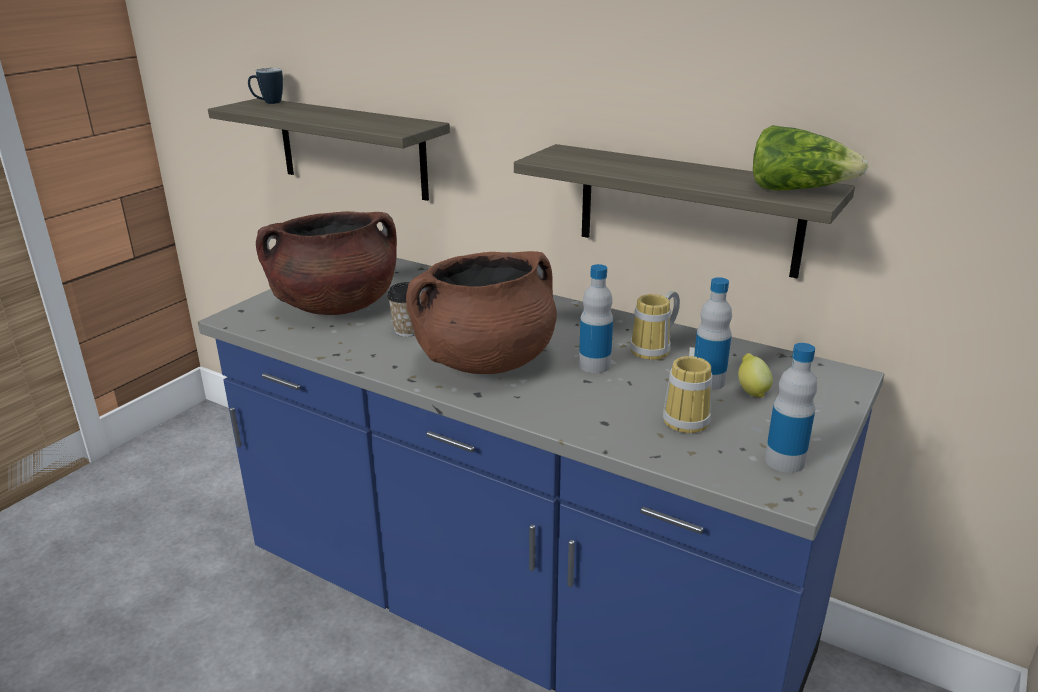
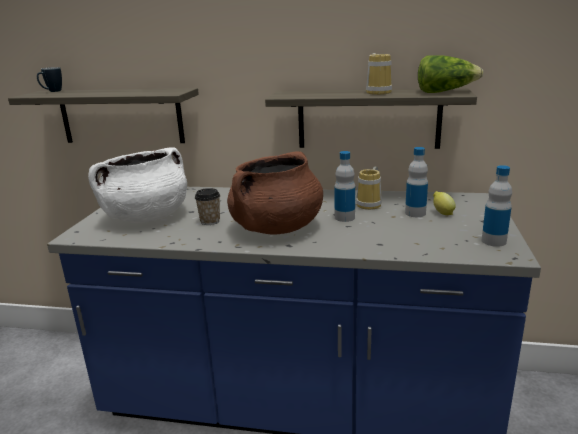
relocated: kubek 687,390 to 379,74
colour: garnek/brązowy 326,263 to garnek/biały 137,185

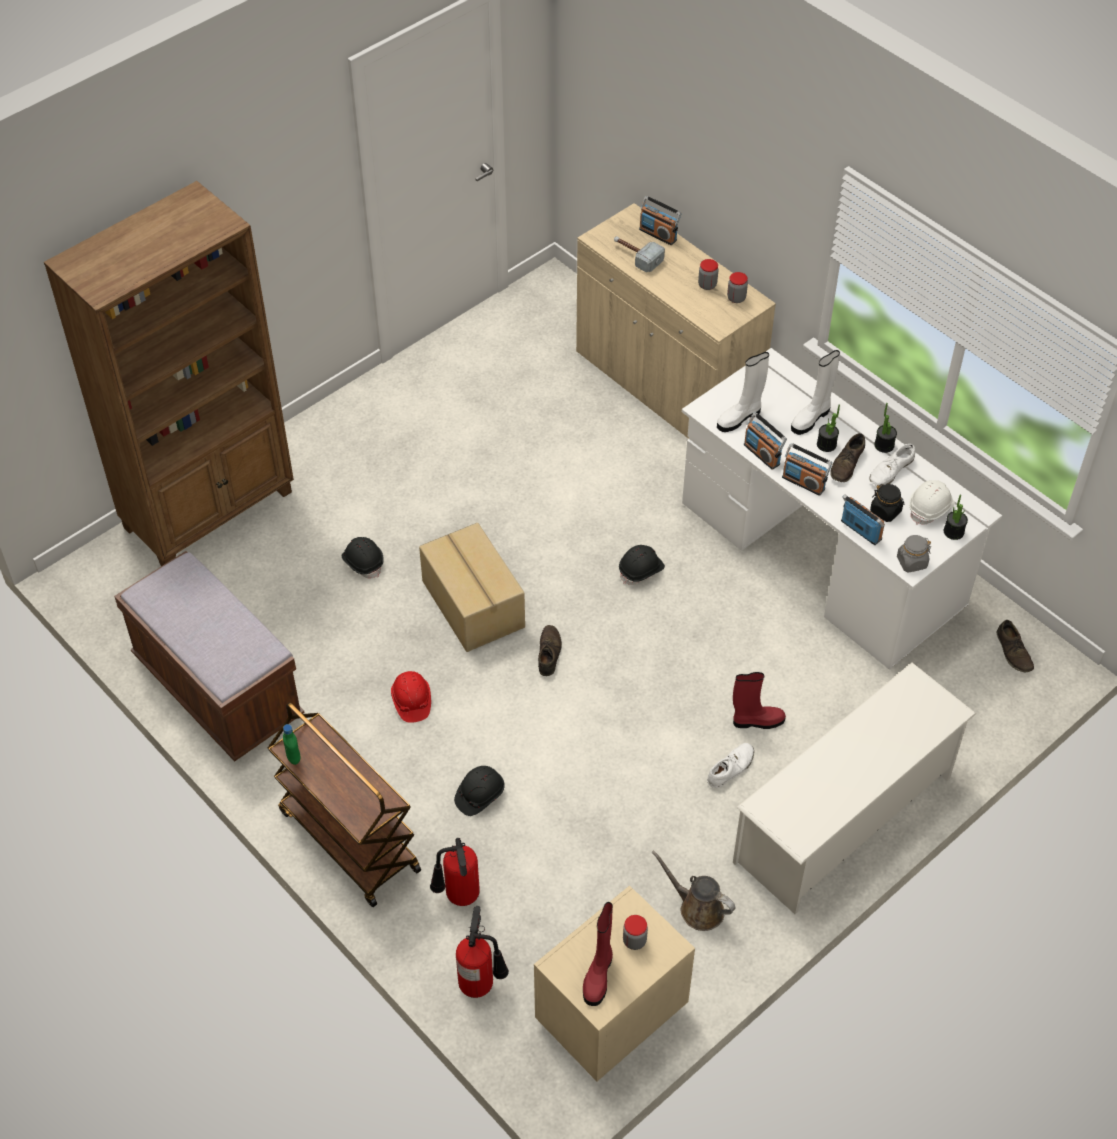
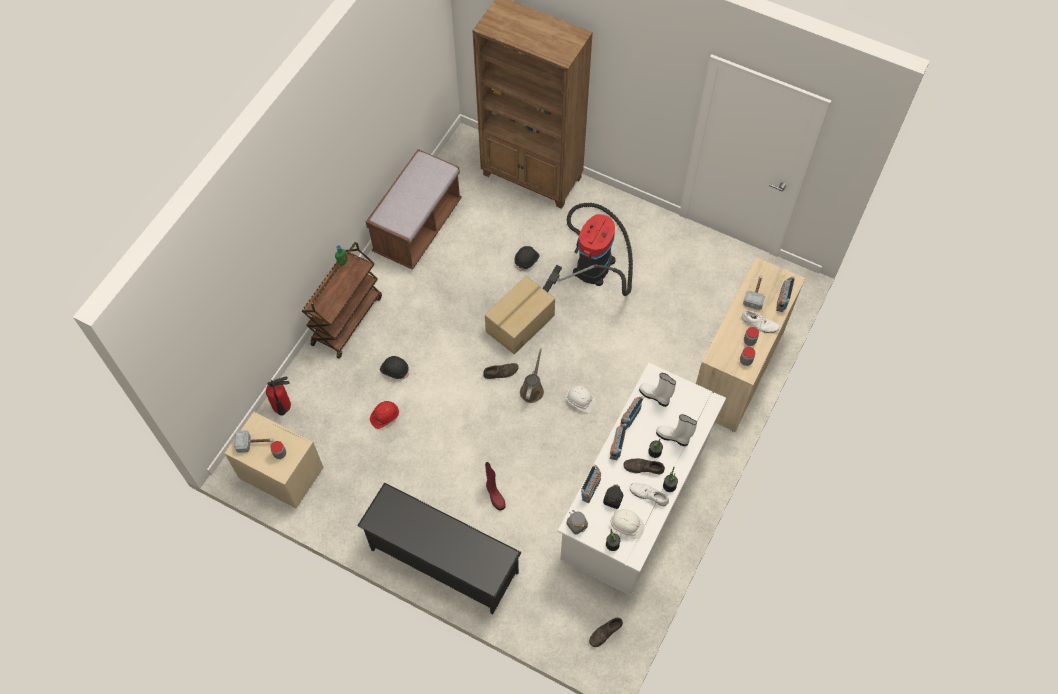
missing: gaśnica 455,872
appeared: odkurzacz 588,249
relocated: kask/czerwony 411,697 to 384,415; konewka/brązowy 693,890 to 532,376; but/biały 730,765 to 760,321
exchanged: but z cholewką/czerwony 598,954 to młotek 254,441
colour: regał na buty/biały 854,788 to regał na buty/czarny 439,548; kask/czarny 642,565 to kask/biały 581,399

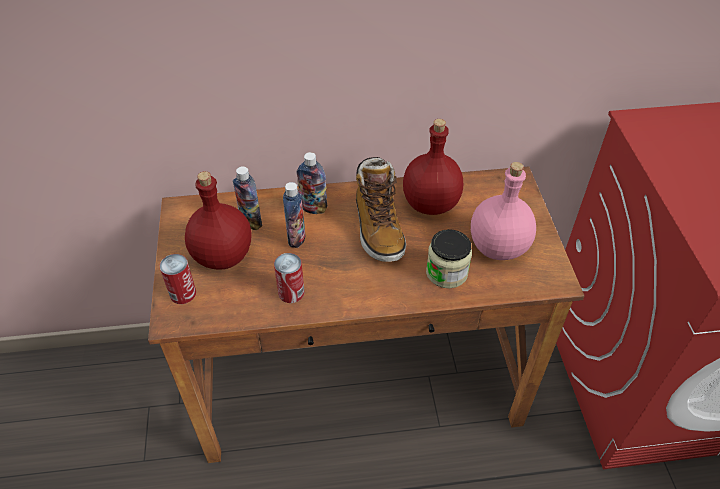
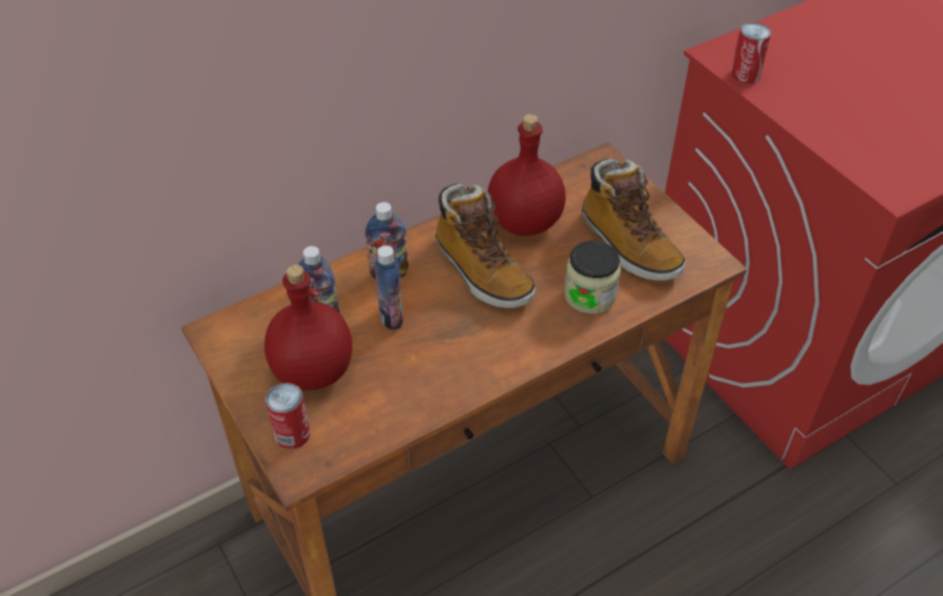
relocated: puszka 289,278 to 751,53
exchanged: butelka/różowy 503,211 to but z cholewką 634,220

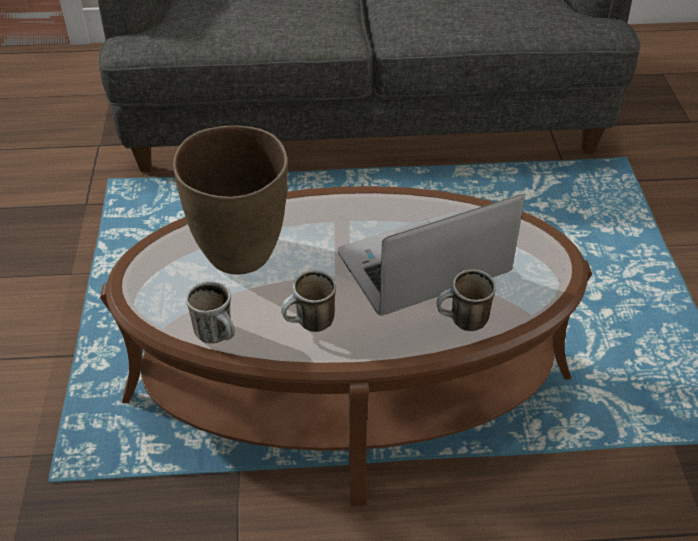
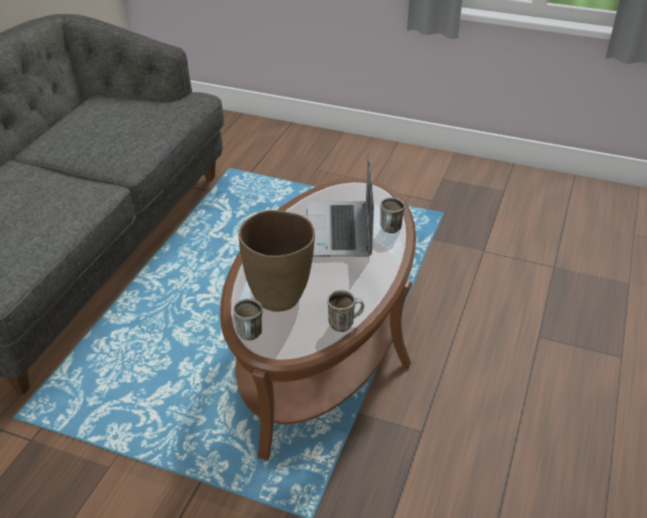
relocated: kubek 308,301 to 248,319

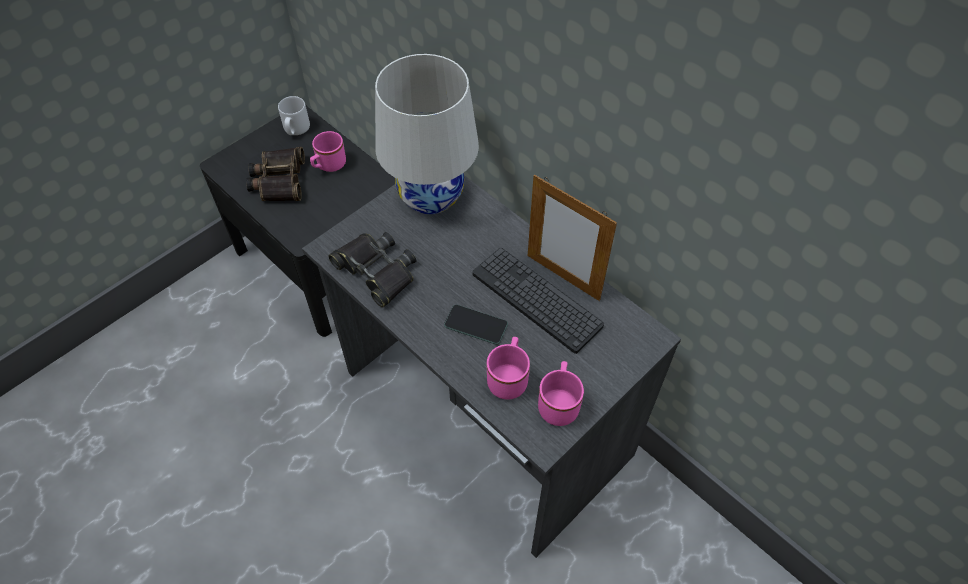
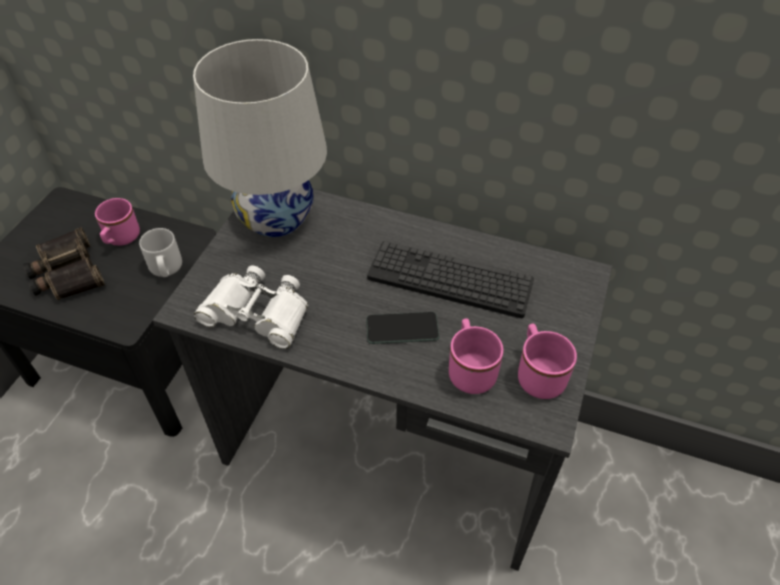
missing: ramka na zdjęcie 572,237
relocated: kubek/szary 294,115 to 160,252
colour: lornetka/czarny 372,269 to lornetka/biały 251,307

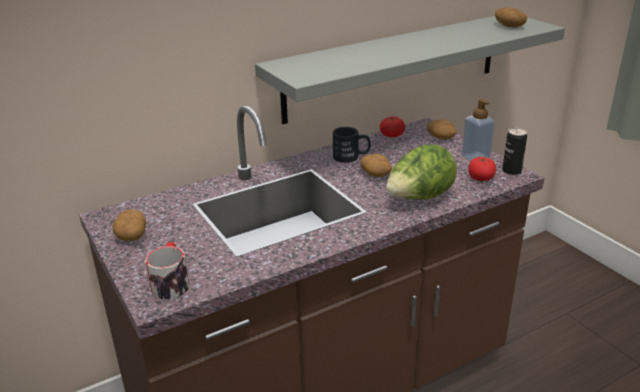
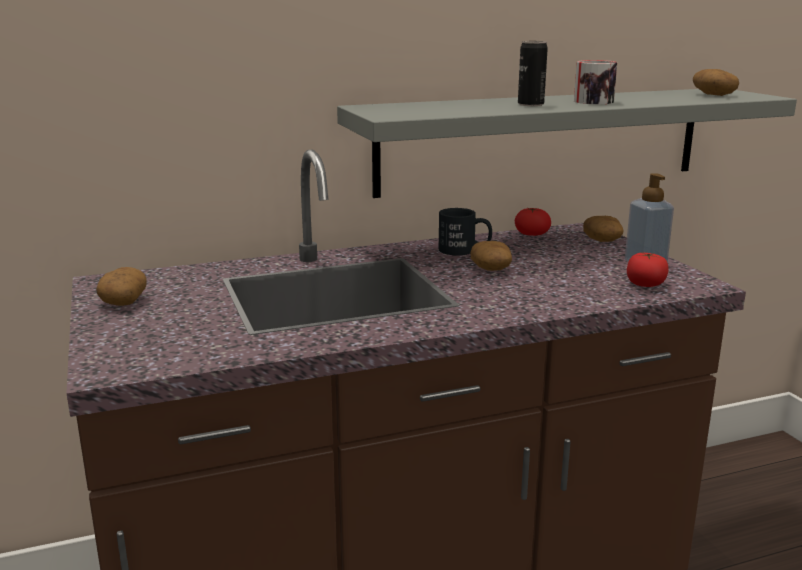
missing: sałata 421,172
relocated: puszka 514,151 to 533,73; kubek 167,271 to 595,82

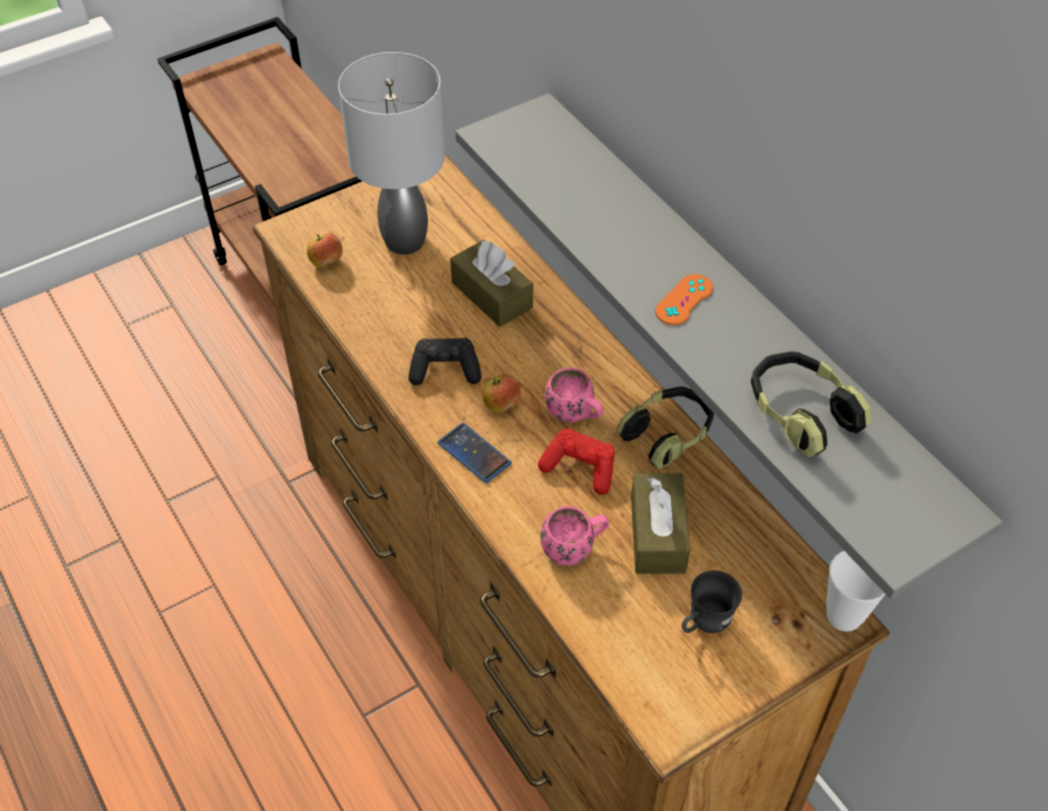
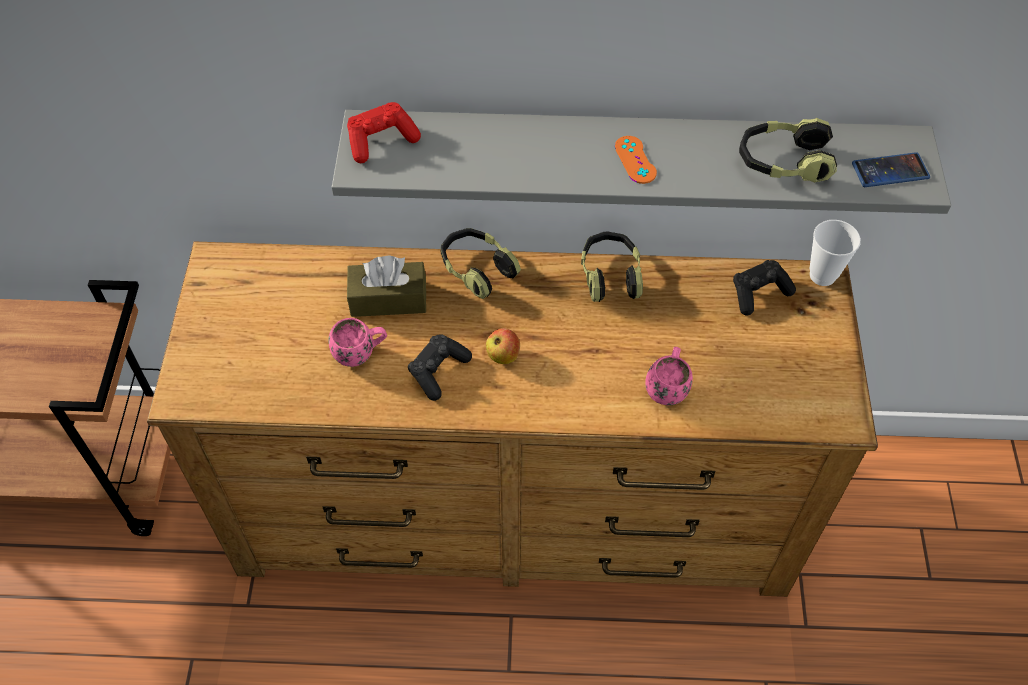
missing: jabłko 325,250; lampa stołowa/szary 391,153; pudełko chusteczek/brązowy 660,523; kubek/szary 712,601
appeared: słuchawki 480,263; pad do gier/czarny 764,287
relocated: kubek/różowy 574,395 to 358,342; pad do gier/czerwony 576,462 to 384,132; telefon 475,453 to 891,169

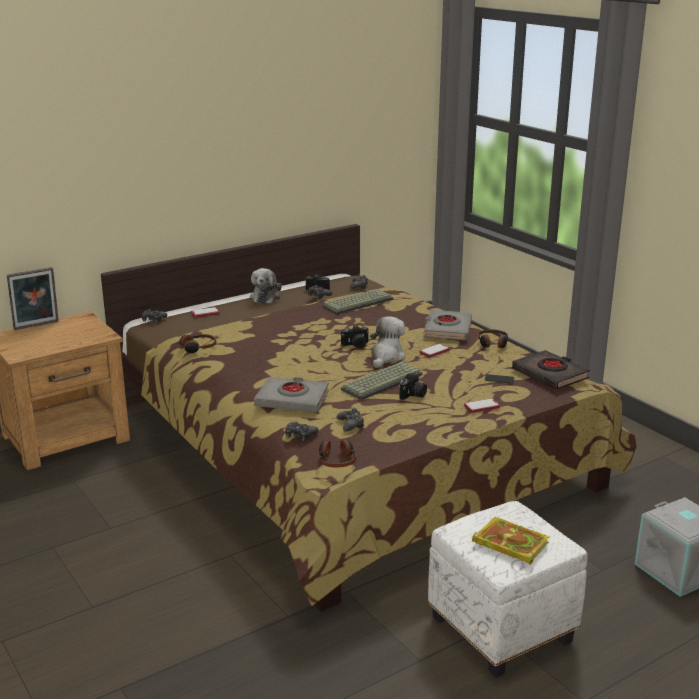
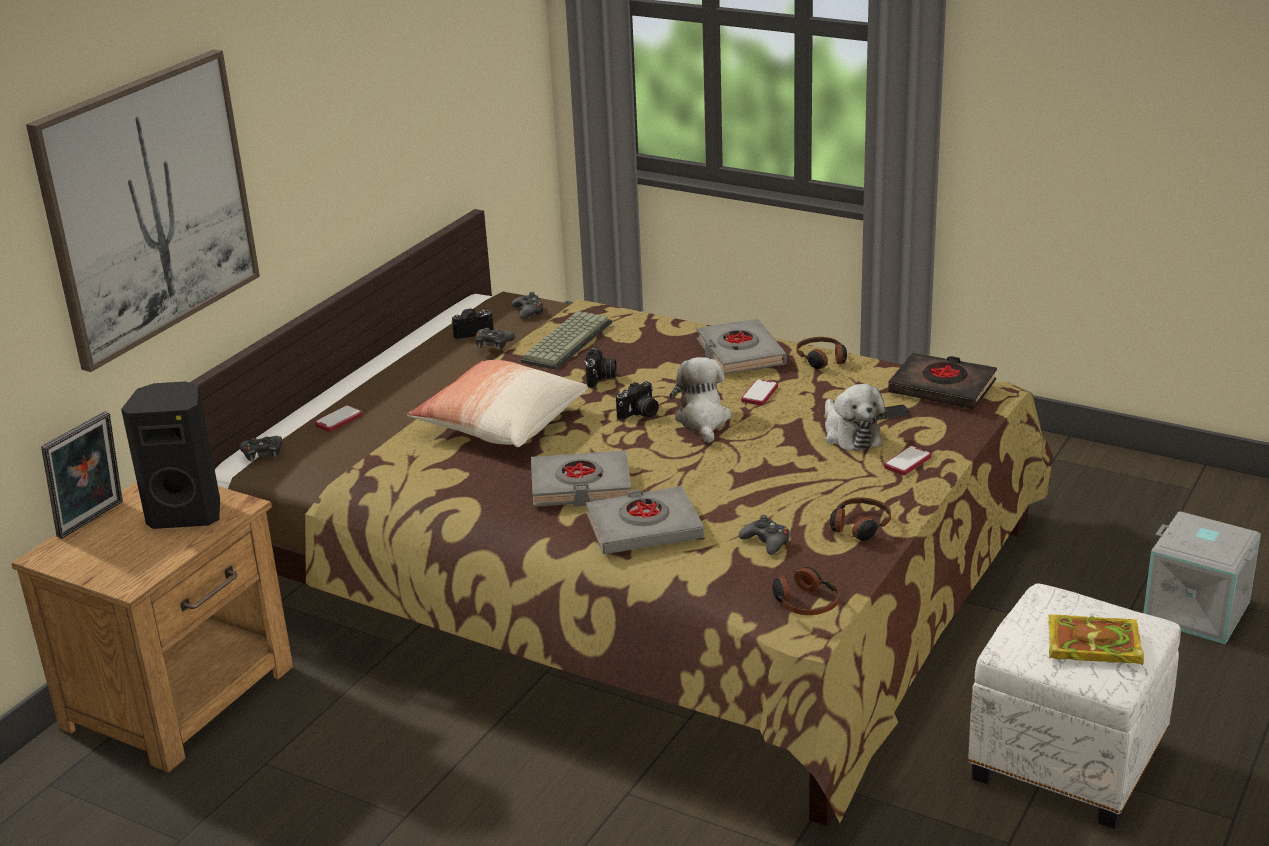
missing: pad do gier/czarny 302,431; klawiatura 382,381
appeared: obraz 143,211; głośnik/czarny 170,455; poduszka 497,403; książka/szary 581,478
relocated: aparat fotograficzny 413,386 to 600,367; pluszak 266,285 to 856,417; słuchawki 196,343 to 860,519

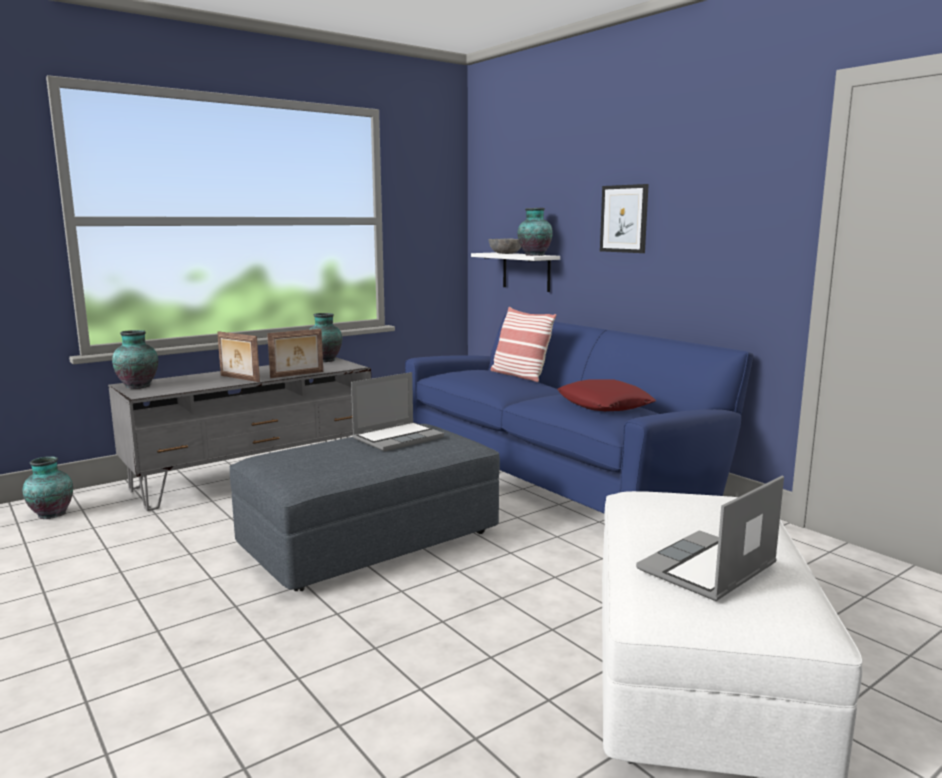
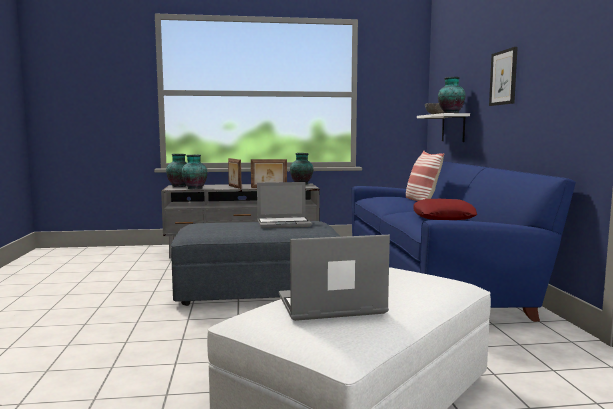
relocated: wazon 48,487 to 194,172

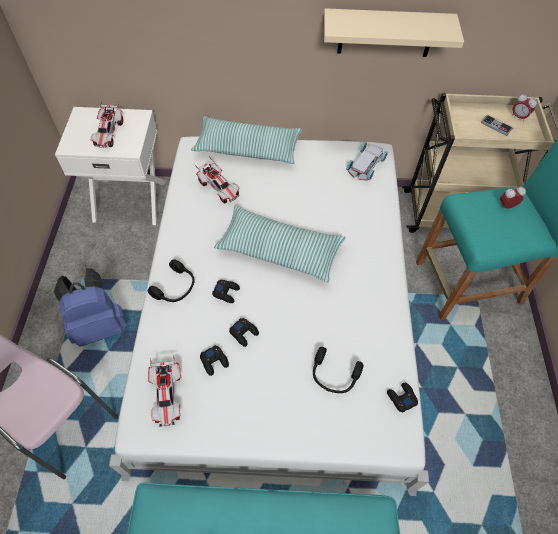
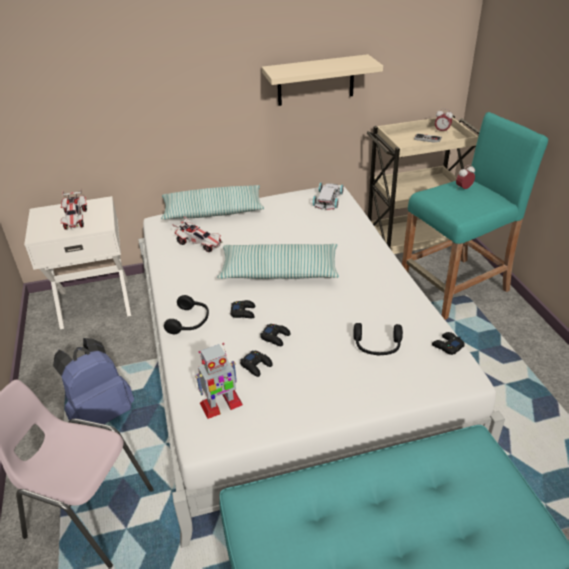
exchanged: samochodzik 164,391 to robot zabawkowy 219,381

